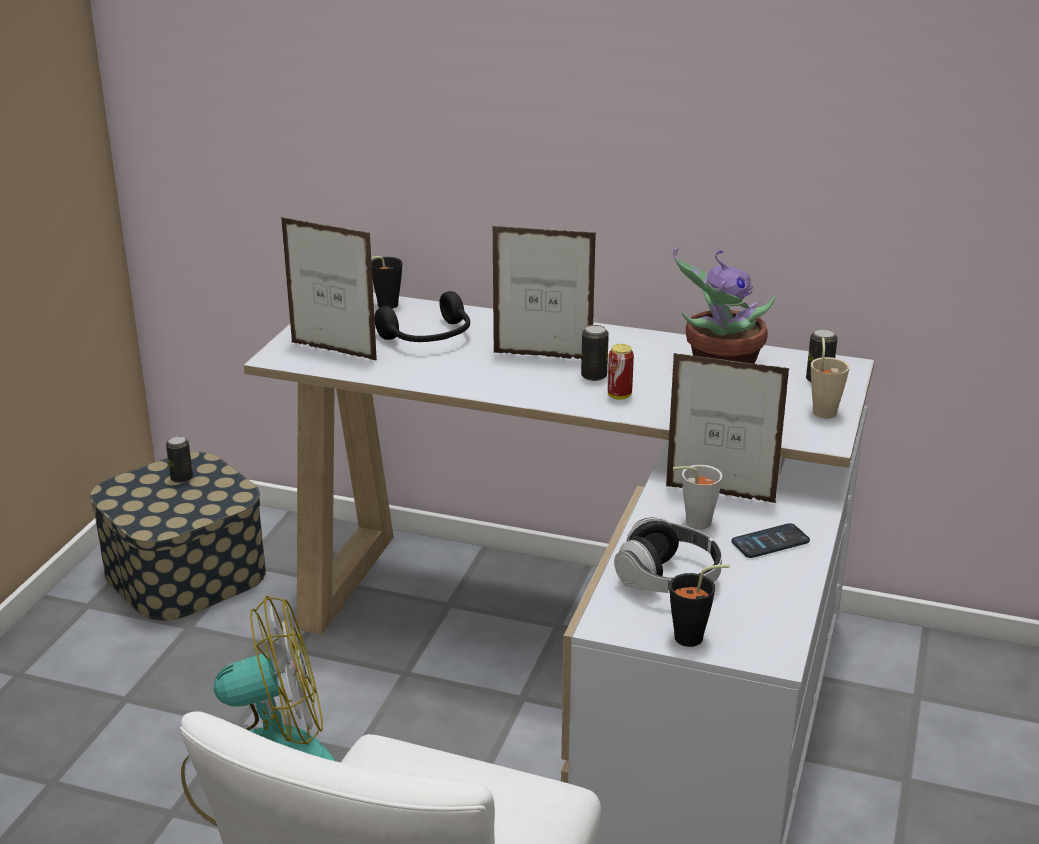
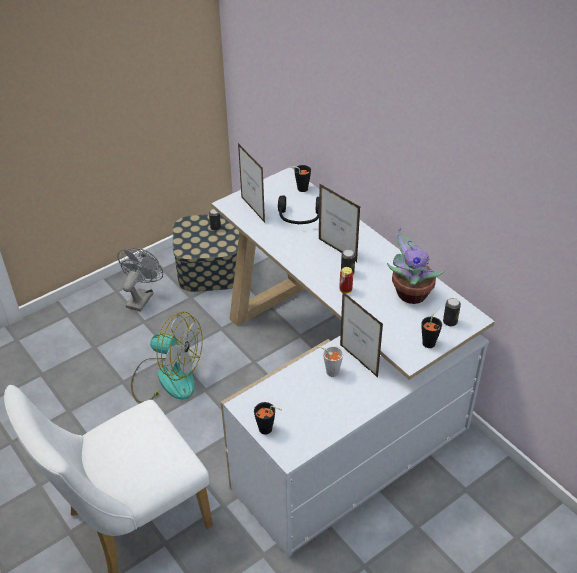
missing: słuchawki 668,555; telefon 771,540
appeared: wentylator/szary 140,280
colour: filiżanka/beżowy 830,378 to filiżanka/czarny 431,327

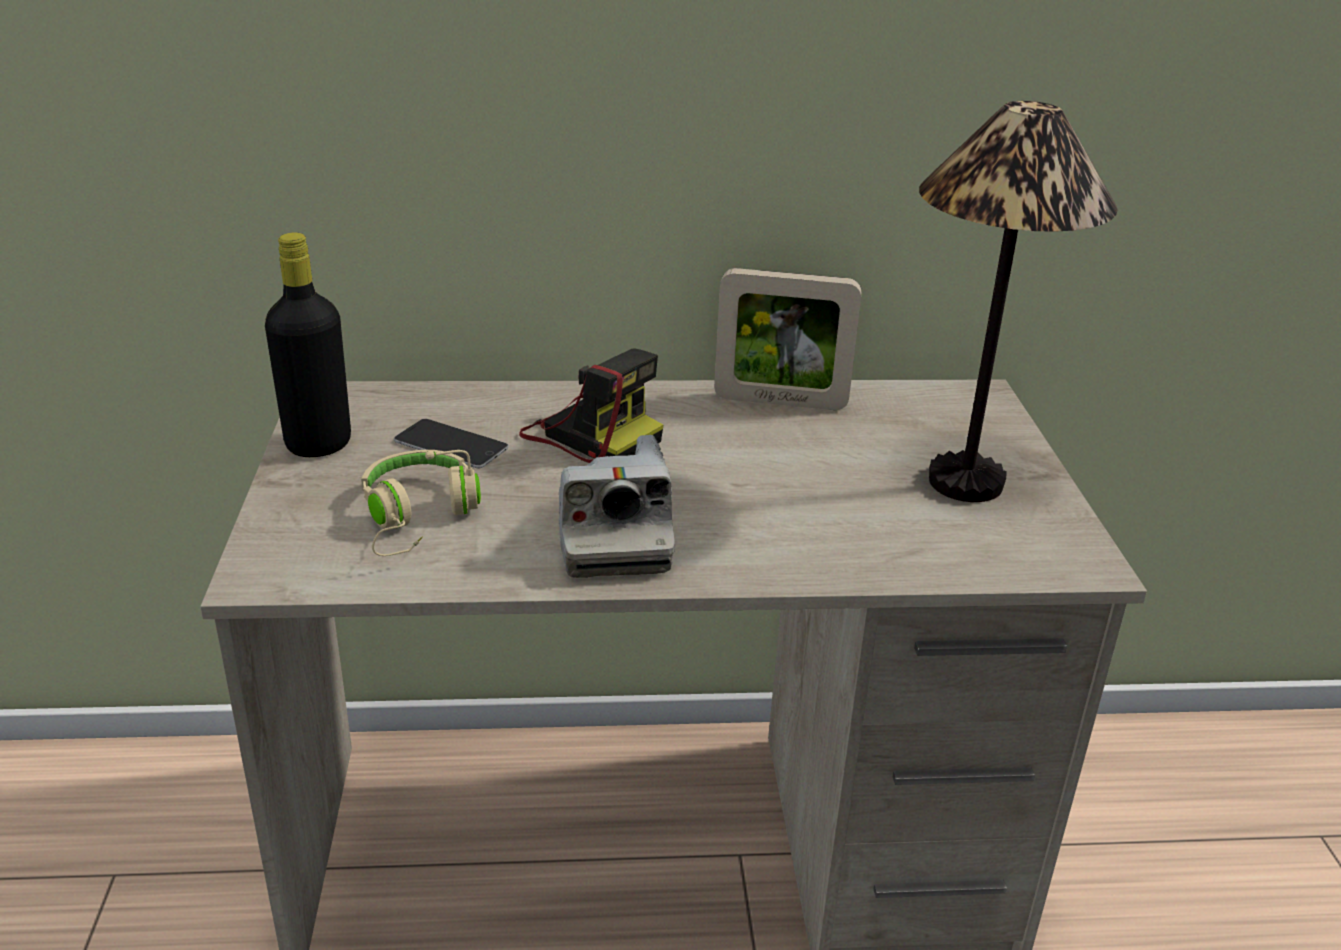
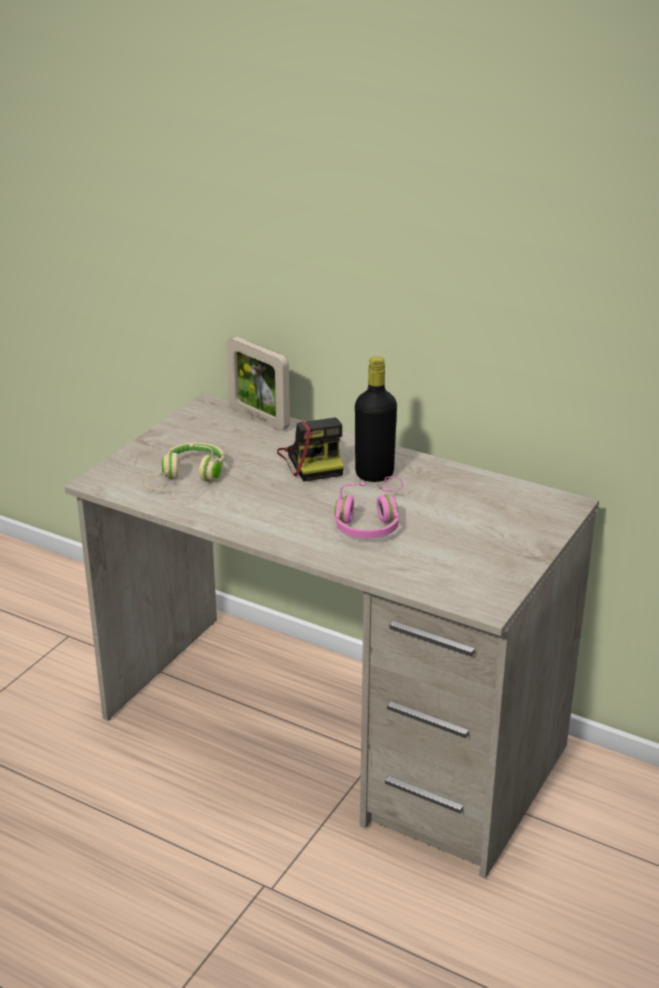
missing: telefon 451,443; aparat fotograficzny 617,506; lampa stołowa 1018,301
appeared: słuchawki/różowy 368,507
relocated: ramka na zdjęcie 787,339 to 258,383; butelka/czarny 308,345 to 376,419

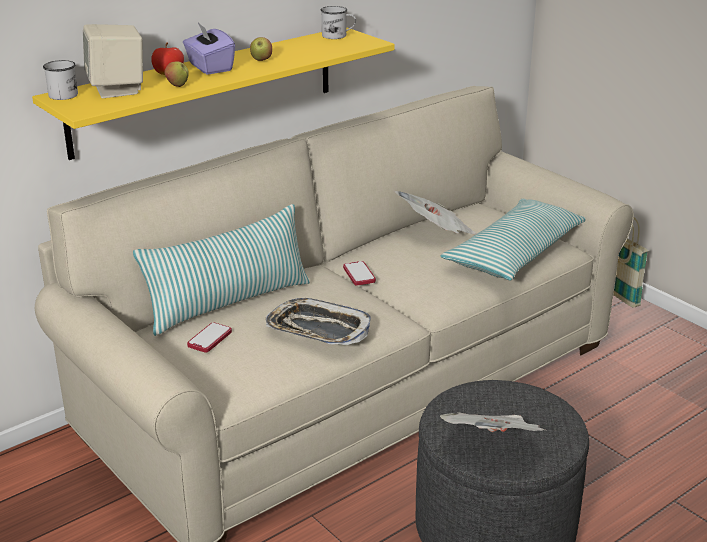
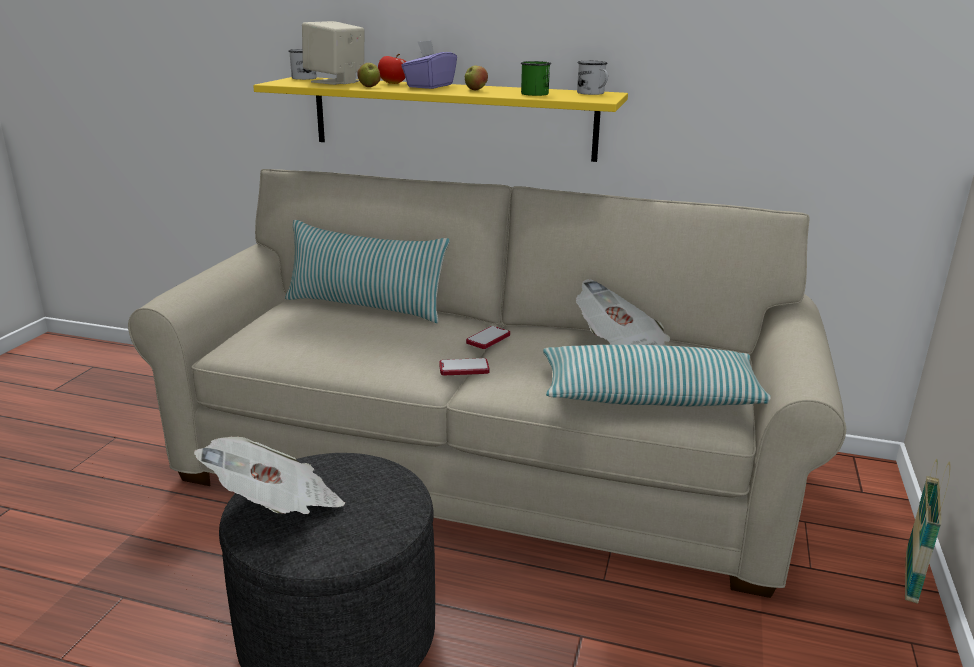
missing: taca 318,321
appeared: kubek/zielony 536,78
relocated: telefon 209,337 to 464,366

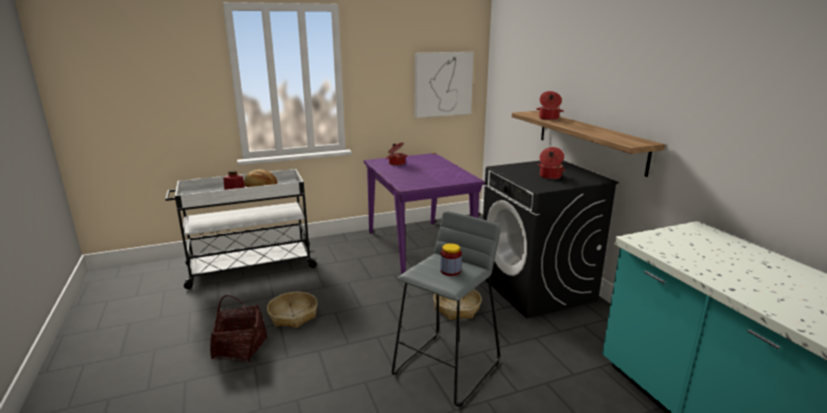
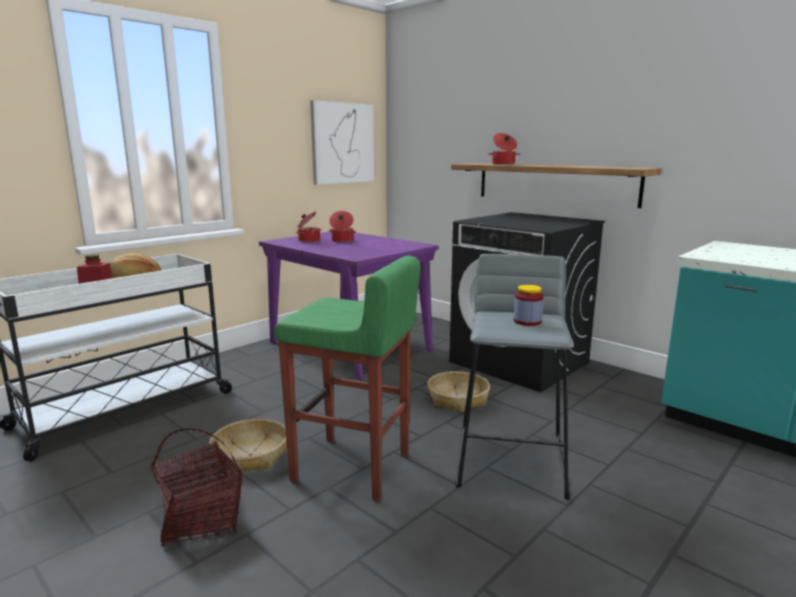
appeared: stołek/zielony 347,378
relocated: garnek 551,163 to 342,227

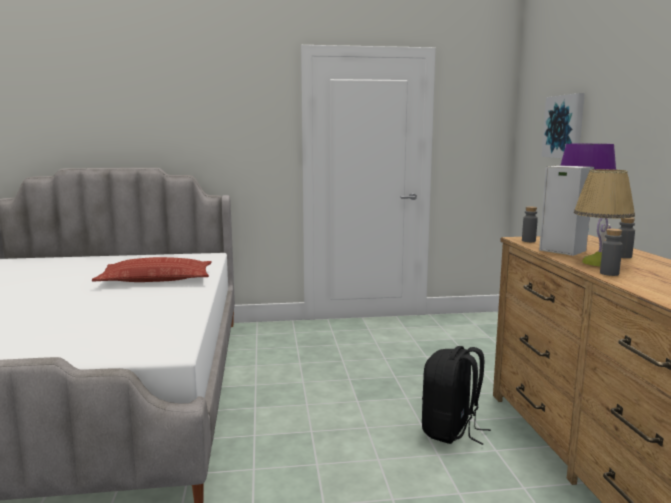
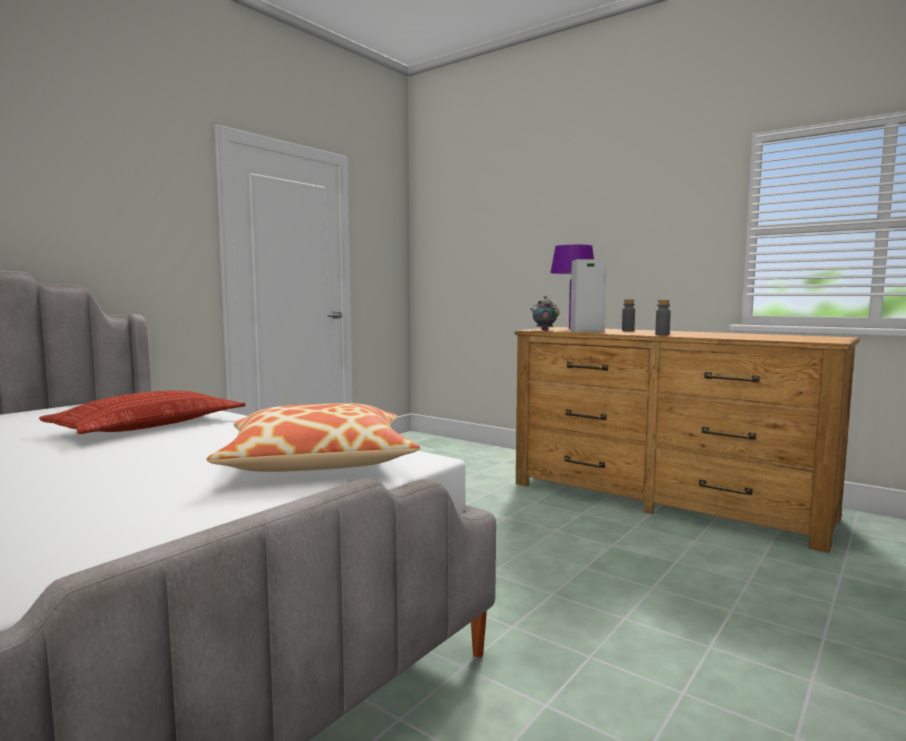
missing: plecak/czarny 456,395; obraz 563,125; lampa stołowa 604,217
appeared: poduszka 313,437
exchanged: butelka/szary 530,224 to imbryk 544,313

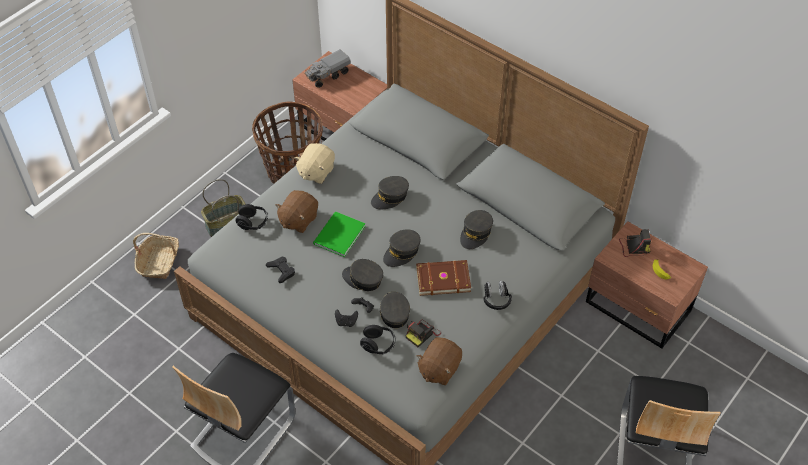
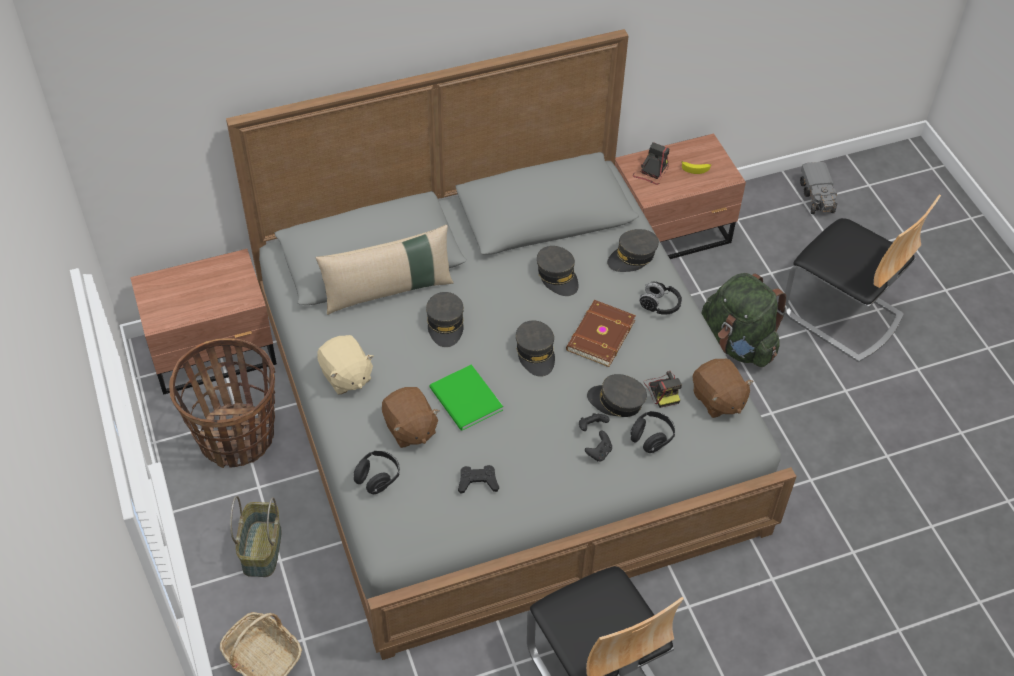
appeared: poduszka/beżowy 385,270; plecak/zielony 744,320
relocated: czapka z daszkiem/szary 362,275 to 633,250; ciężarówka zabawkowa 327,68 to 818,188

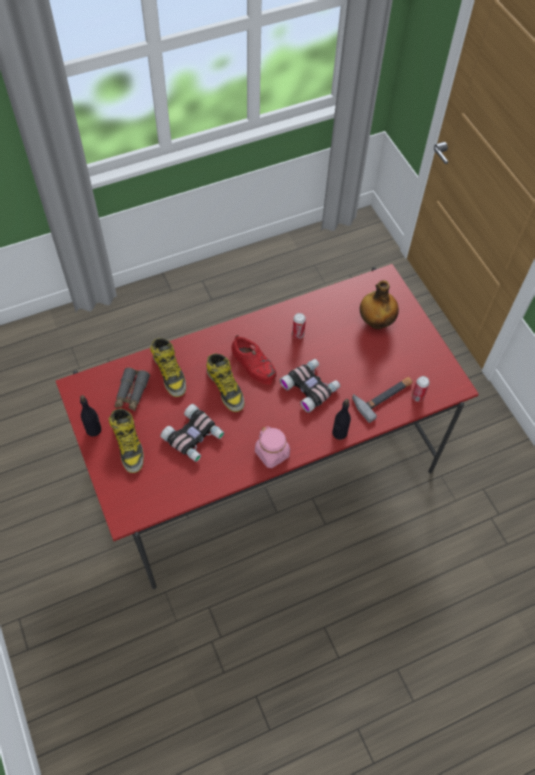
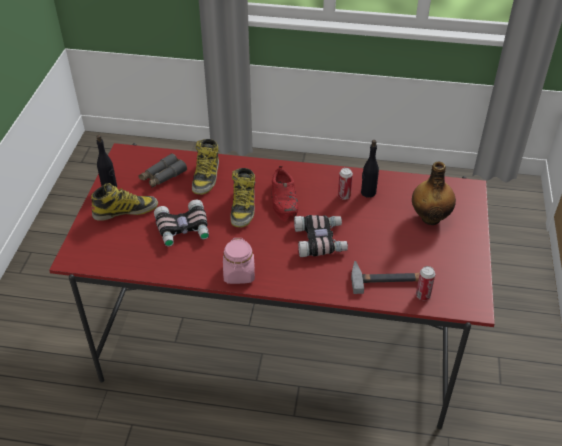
relocated: butelka/czarny 341,419 to 370,169
spun: but z cholewką 126,440 = 124,202 120 degrees counterclockwise

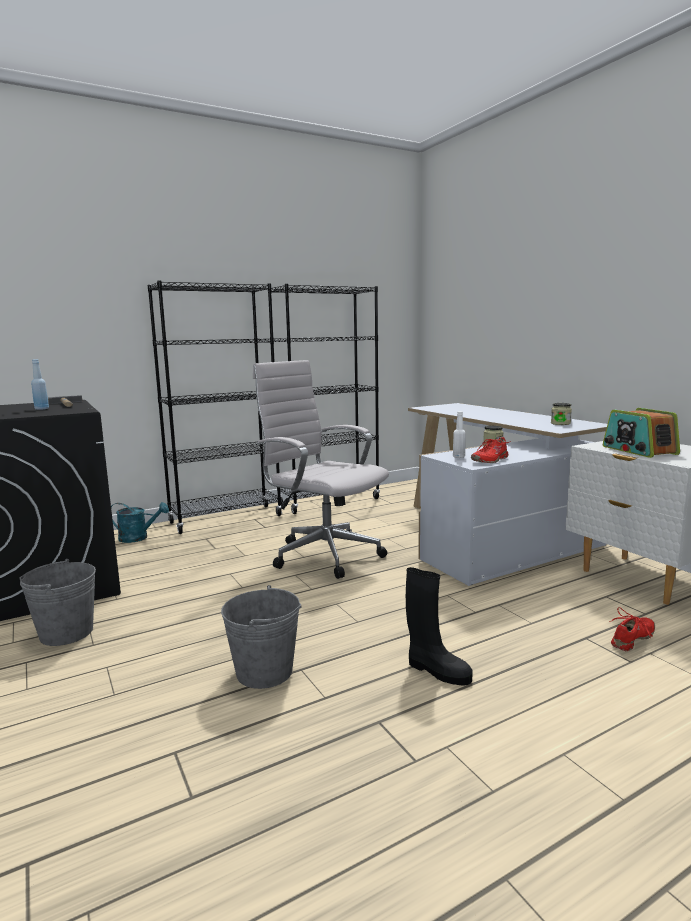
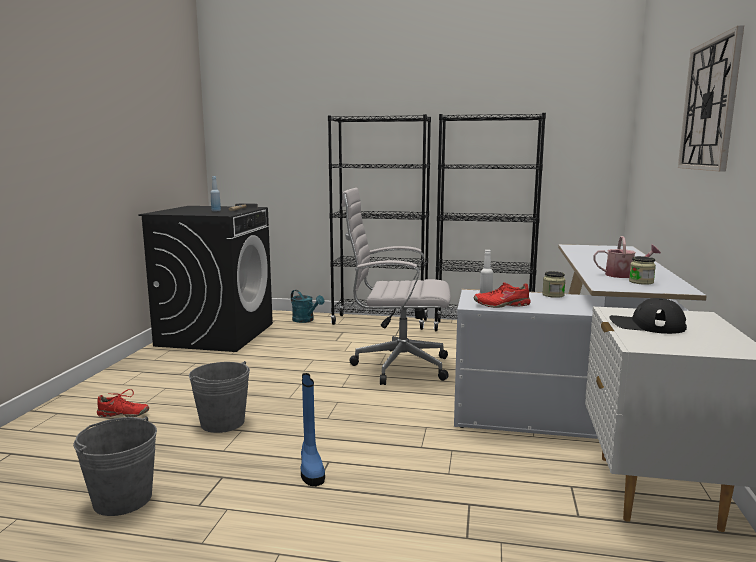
appeared: konewka 627,257; zegar ścienny 711,98
relocated: wiadro/szary 58,602 to 115,466; but/czerwony 632,629 to 123,403
exchanged: radio 641,433 to czapka z daszkiem/czarny 648,316
colour: but z cholewką/czarny 439,626 to but z cholewką/niebieski 313,429
spun: krzesło biurowe/biały 321,469 = 396,286 75 degrees counterclockwise

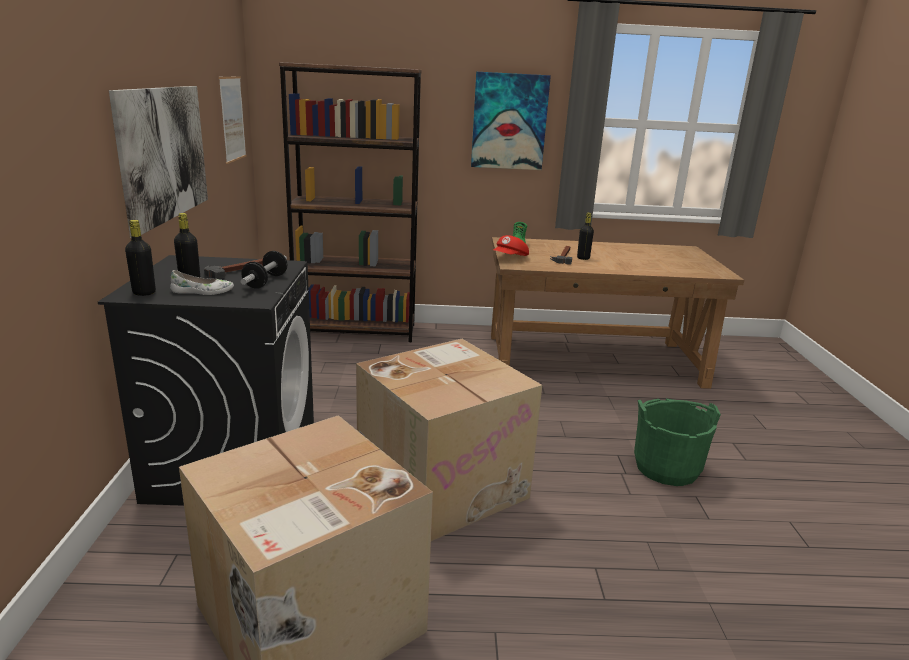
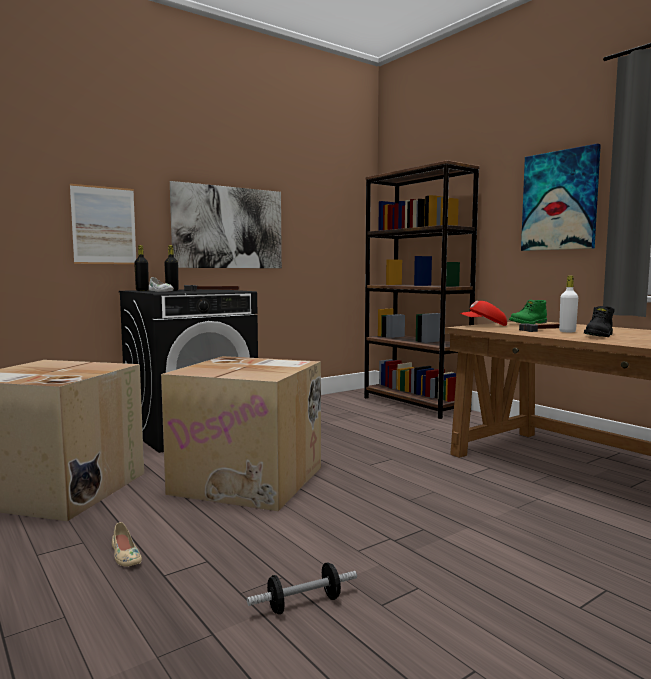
missing: wiadro/zielony 677,442
appeared: but/beżowy 127,544; but z cholewką/czarny 599,321
relocated: obraz 232,120 to 103,224; hantel 263,270 to 302,588
colour: butelka/czarny 585,236 to butelka/biały 568,304

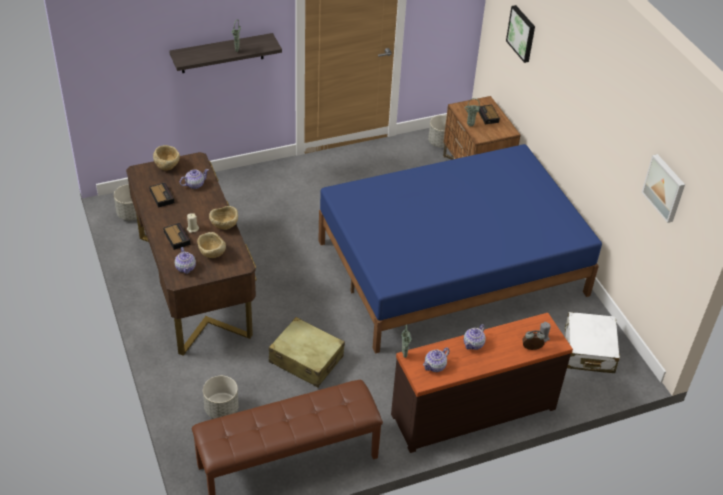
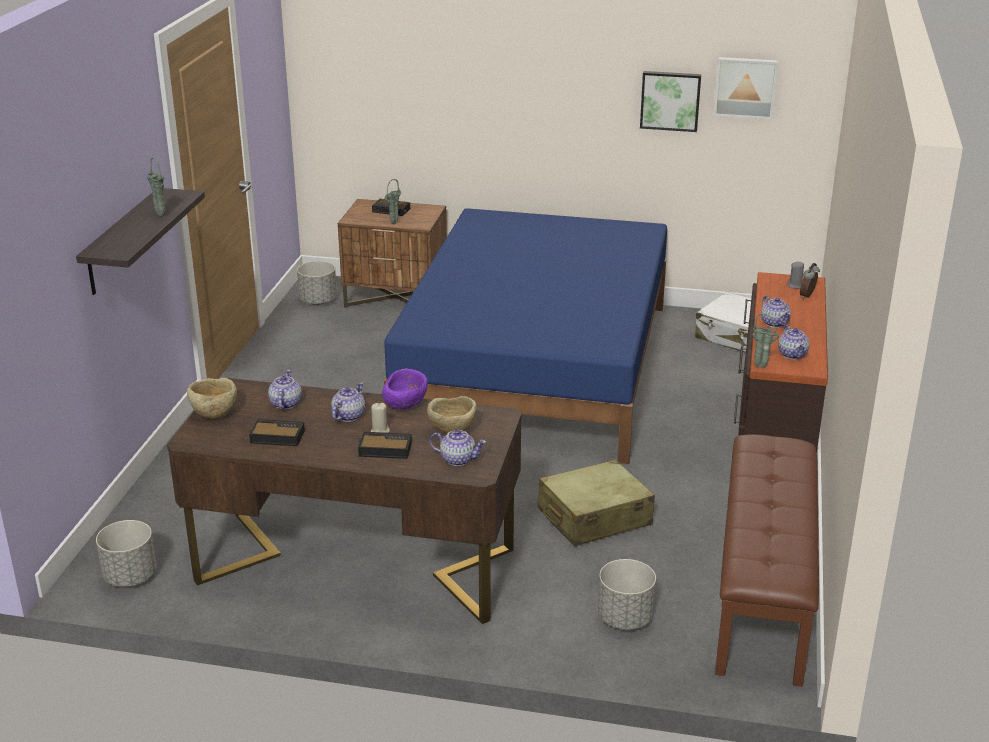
appeared: imbryk 348,402
relocated: obraz 520,34 to 670,101
colour: miska/beżowy 223,218 to miska/fioletowy 405,389

